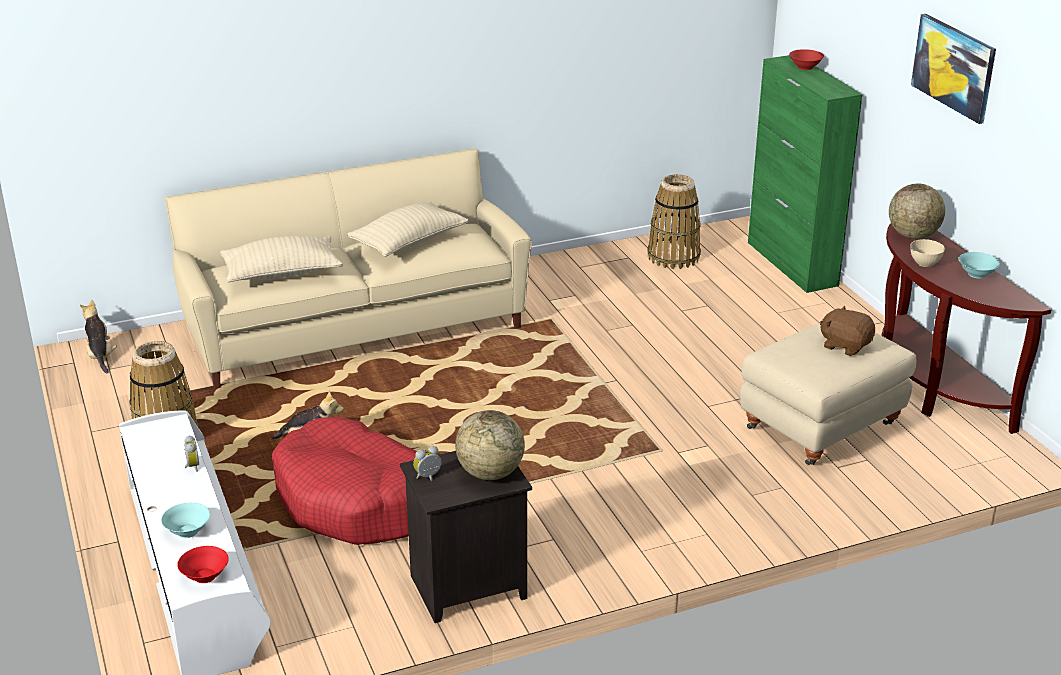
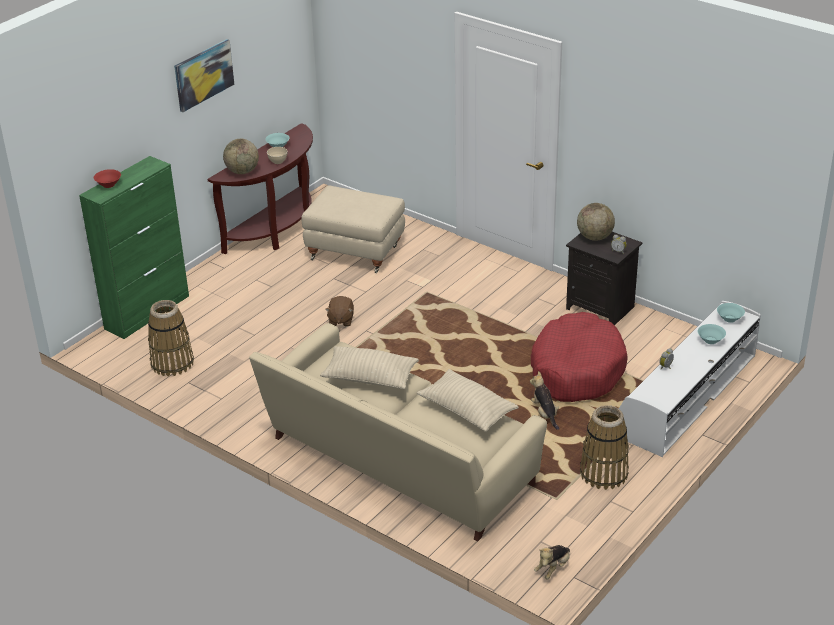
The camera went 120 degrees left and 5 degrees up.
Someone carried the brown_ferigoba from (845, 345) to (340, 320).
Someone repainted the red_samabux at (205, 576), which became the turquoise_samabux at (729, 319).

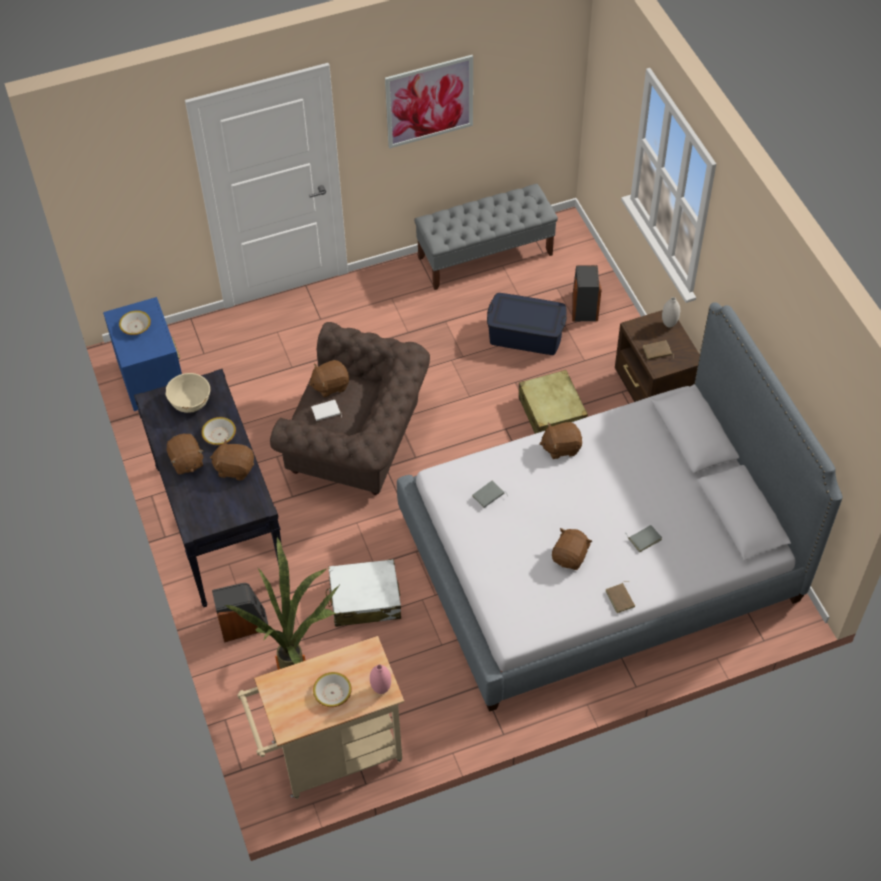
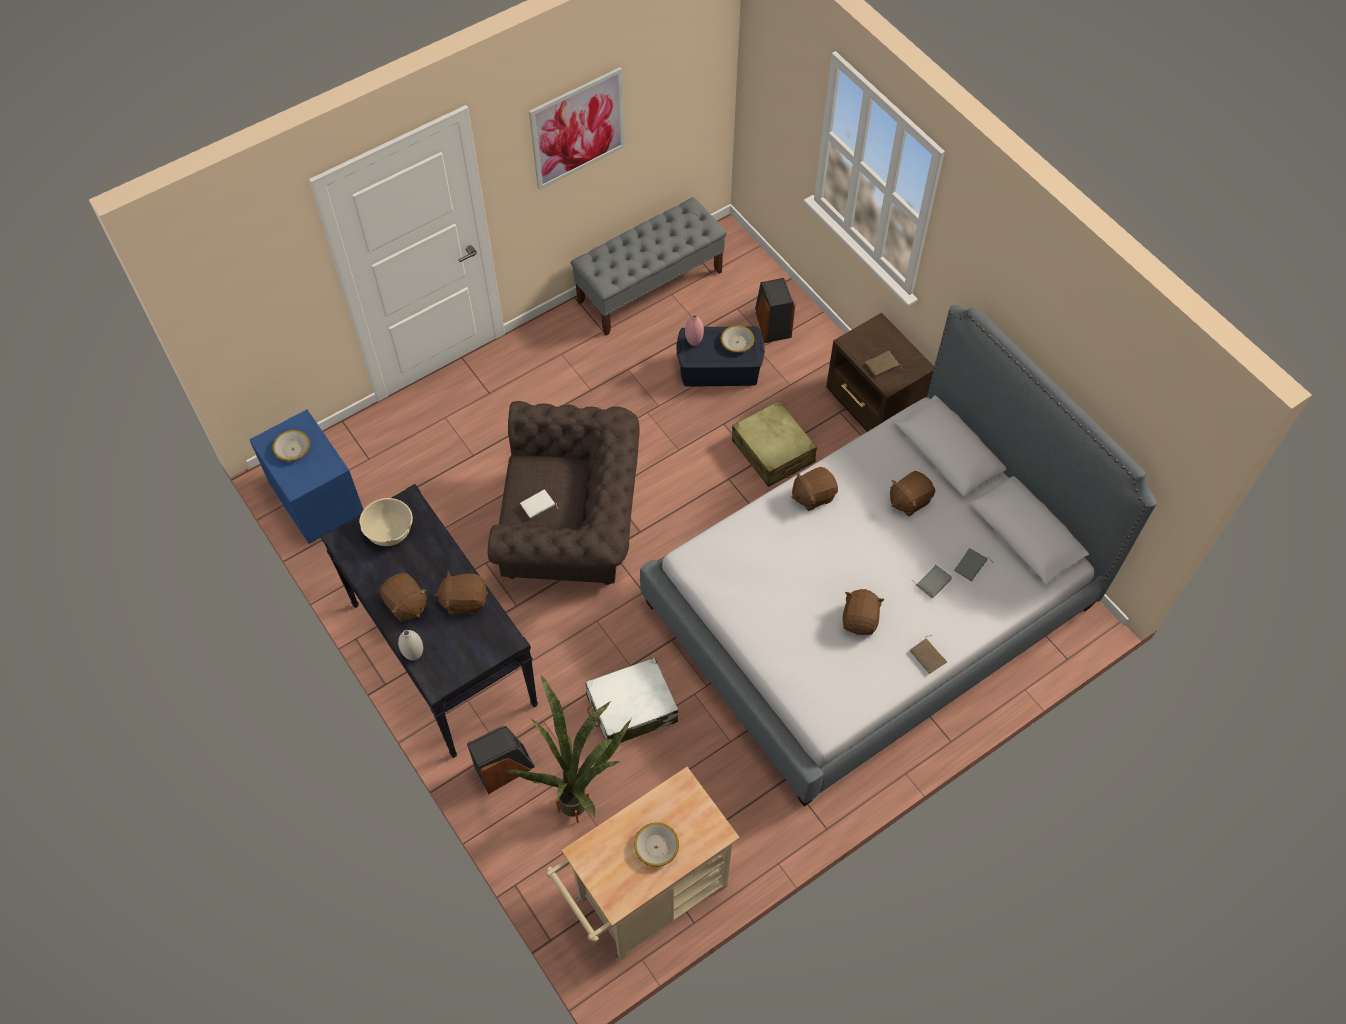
The camera went 15 degrees left and 5 degrees up.
Someone carried the samabux from (219, 434) to (737, 342).
Someone carried the brown_ferigoba from (330, 385) to (909, 500).
Someone carried the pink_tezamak from (381, 689) to (694, 342).
Someone carried the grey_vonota from (488, 496) to (971, 566).
Someone carried the white_tezamak from (669, 324) to (414, 655).

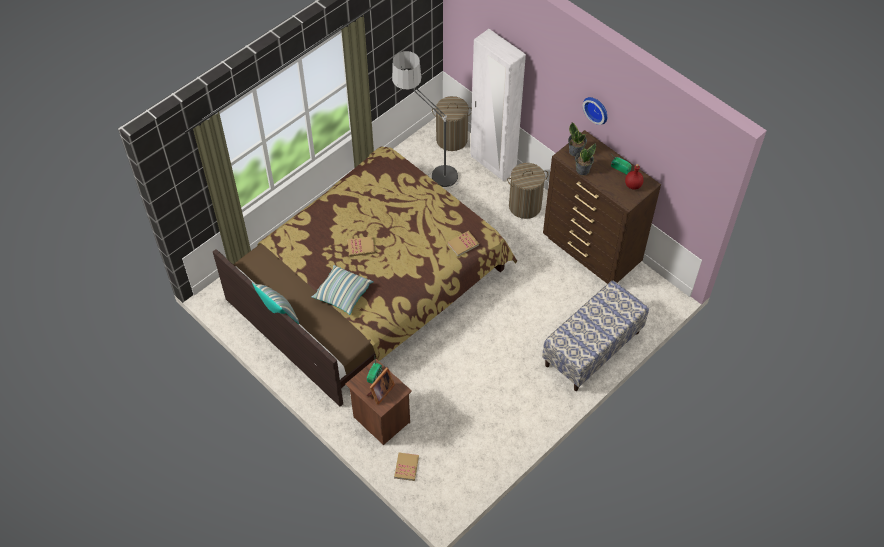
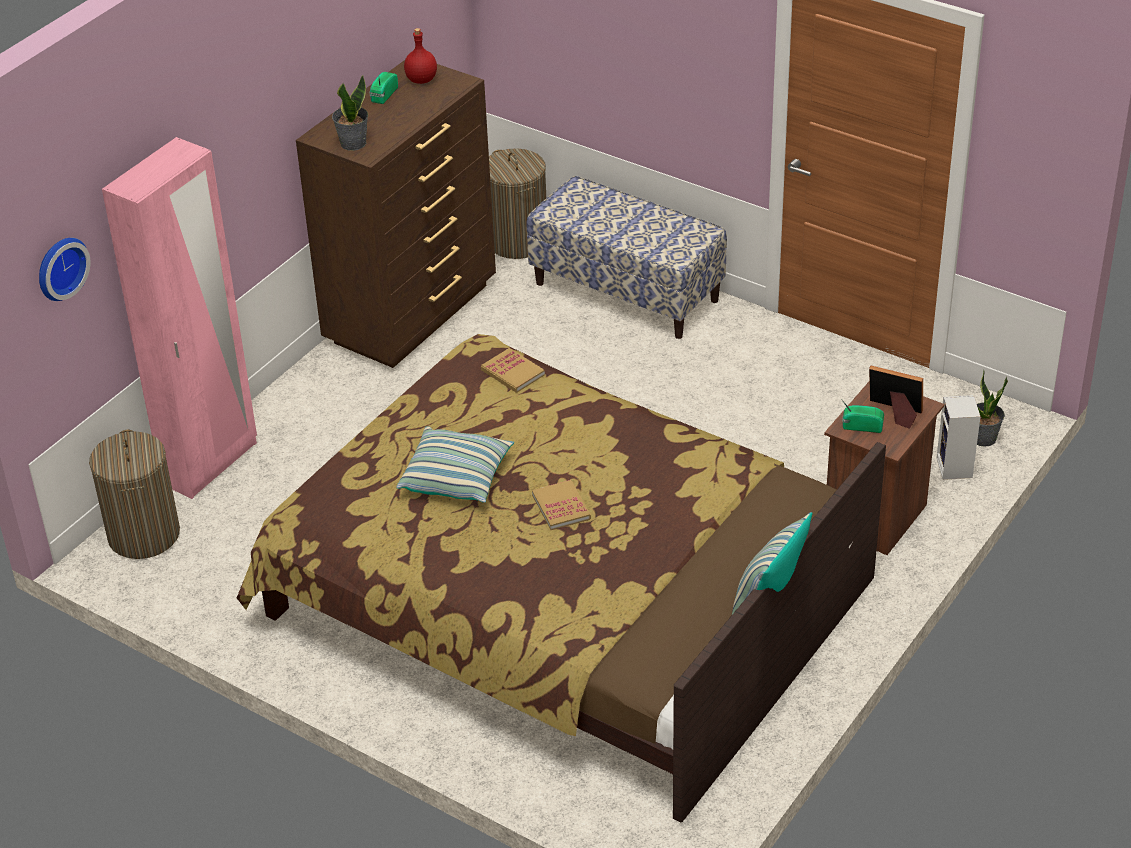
The camera went 100 degrees left and 15 degrees down.
Someone took away the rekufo at (426, 168).
Someone carried the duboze from (343, 294) to (456, 478).
Someone carried the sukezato from (525, 206) to (517, 241).
Someone carried the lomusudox from (582, 170) to (983, 438).
Someone carried the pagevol from (597, 109) to (59, 267).
Someone swapped the vonota at (406, 467) for the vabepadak at (955, 468).
Someone repainted the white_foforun at (492, 164), which became the pink_foforun at (211, 464).

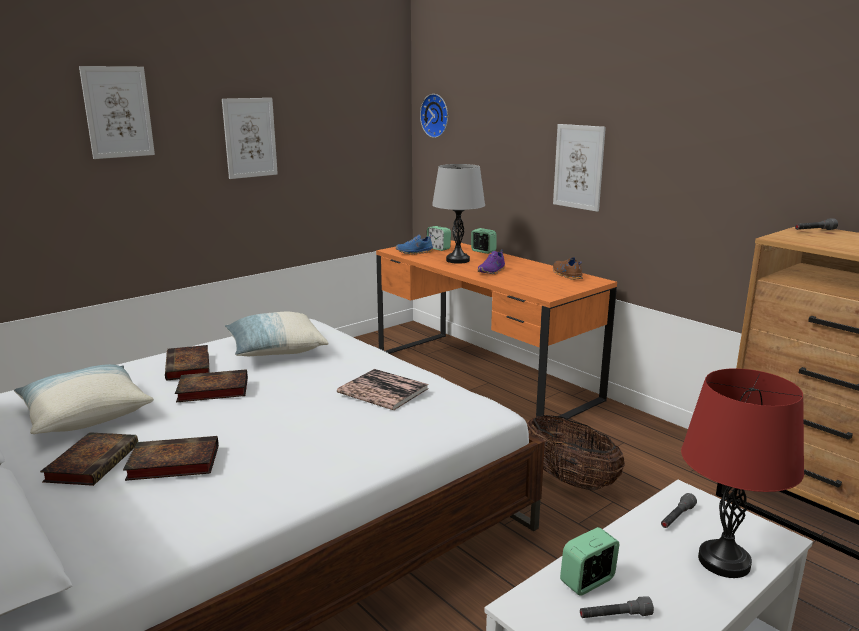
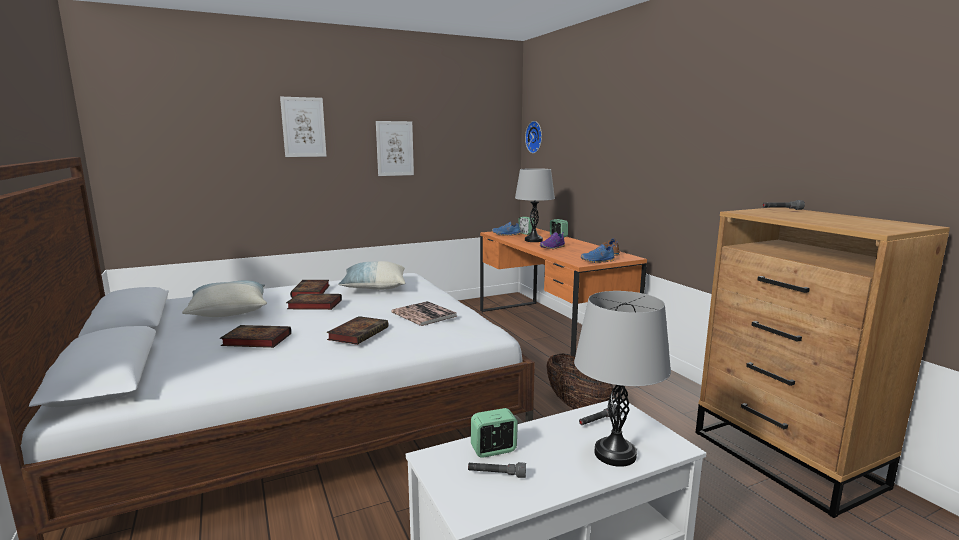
The camera went 15 degrees right and 5 degrees down.
Someone took away the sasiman at (578, 167).
Someone put down the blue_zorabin at (598, 261).
Someone carried the vonota from (93, 462) to (359, 333).
Someone repainted the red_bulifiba at (724, 561), which became the grey_bulifiba at (615, 454).

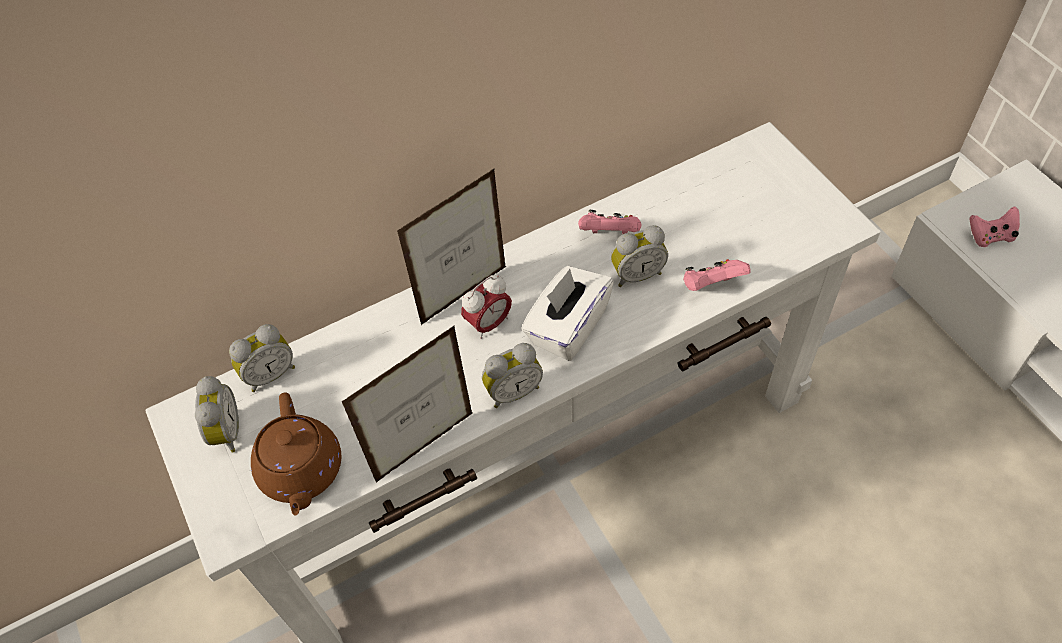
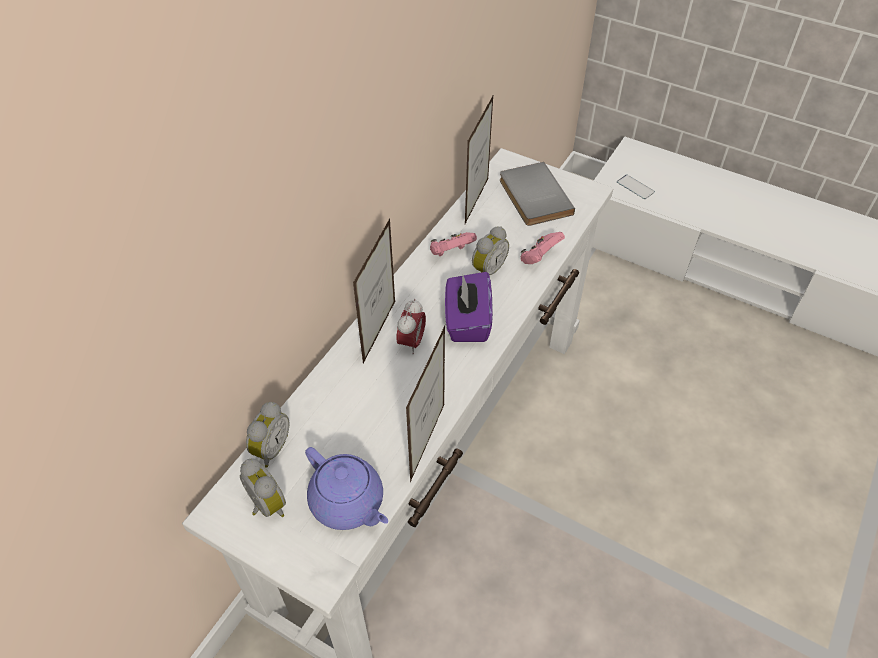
The camera went 35 degrees left and 5 degrees down.
Someone took away the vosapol at (513, 391).
Someone put down the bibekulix at (476, 201).
Someone put down the grey_vonota at (532, 197).
Someone swapped the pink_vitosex at (990, 236) for the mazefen at (635, 187).
Someone repainted the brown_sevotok at (301, 471), which became the purple_sevotok at (348, 503).
Someone repainted the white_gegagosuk at (567, 327), which became the purple_gegagosuk at (467, 321).

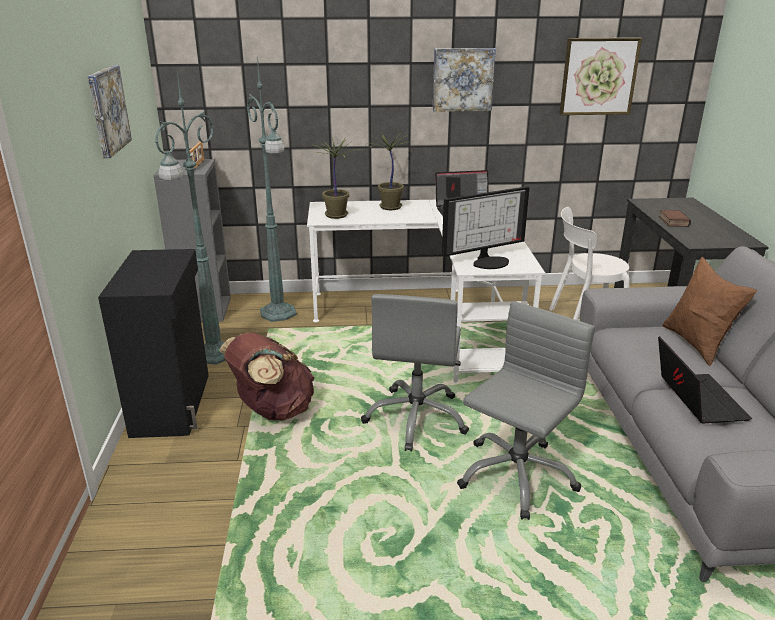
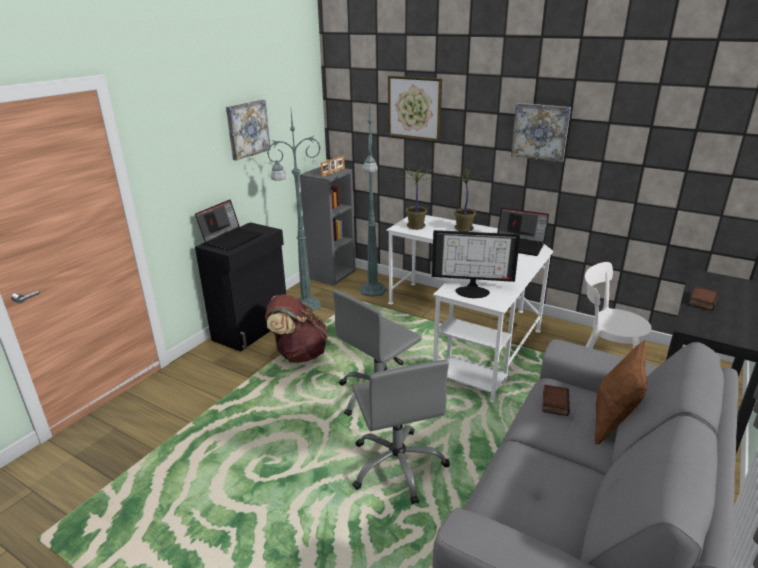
The camera went 35 degrees right and 0 degrees up.
Someone put down the vonota at (554, 402).
Someone carried the sasiman from (598, 76) to (414, 108).
Someone carried the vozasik from (696, 399) to (231, 238).
Someone rotated the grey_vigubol at (515, 475) by 90 degrees clockwise.

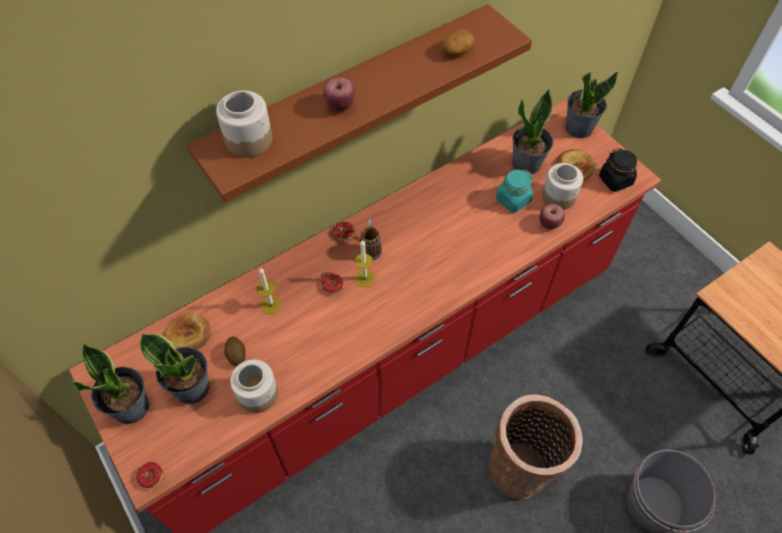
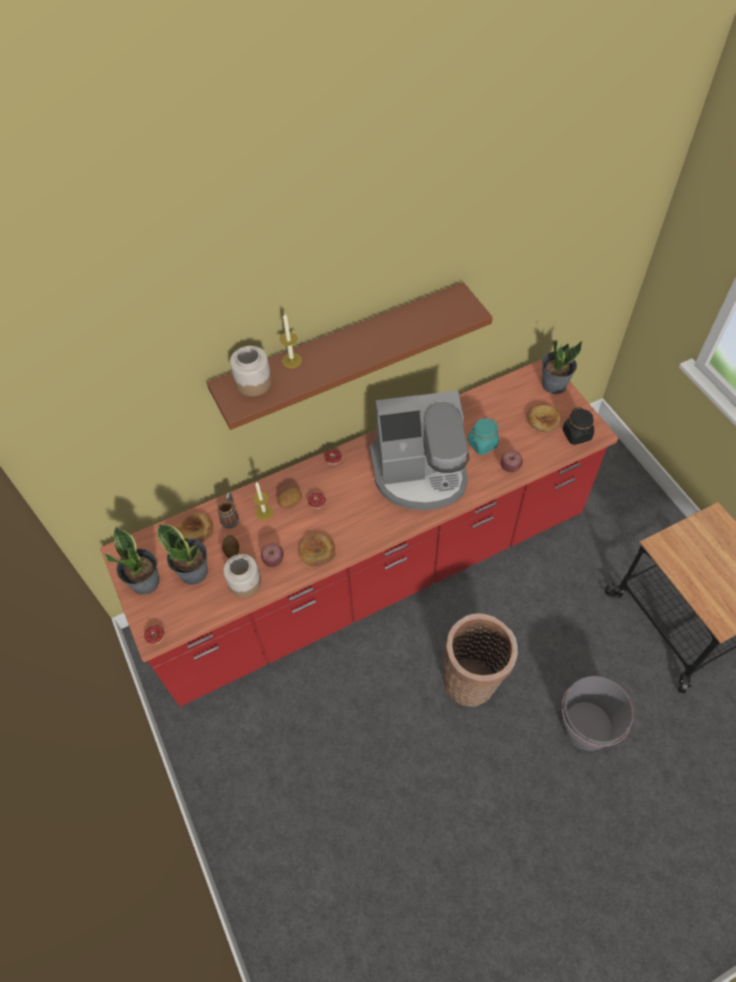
The camera went 10 degrees right and 0 degrees up.
Someone took away the lomusudox at (527, 164).
Someone took away the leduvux at (559, 197).
Someone put down the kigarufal at (317, 551).
Someone put down the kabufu at (420, 473).
Someone carried the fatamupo from (340, 105) to (273, 560).
Someone carried the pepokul from (364, 278) to (291, 360).
Someone carried the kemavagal from (370, 247) to (230, 516).
Someone carried the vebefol from (457, 51) to (290, 501).

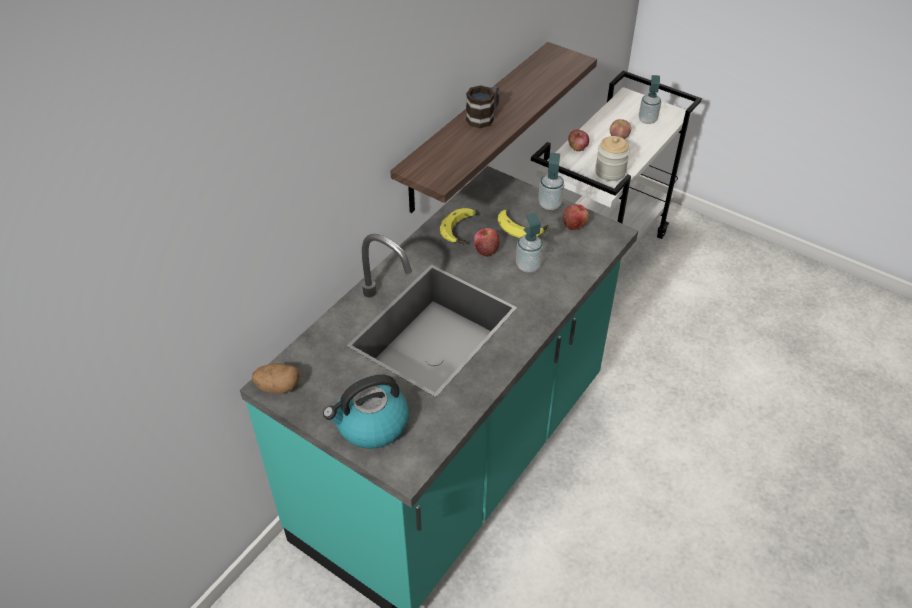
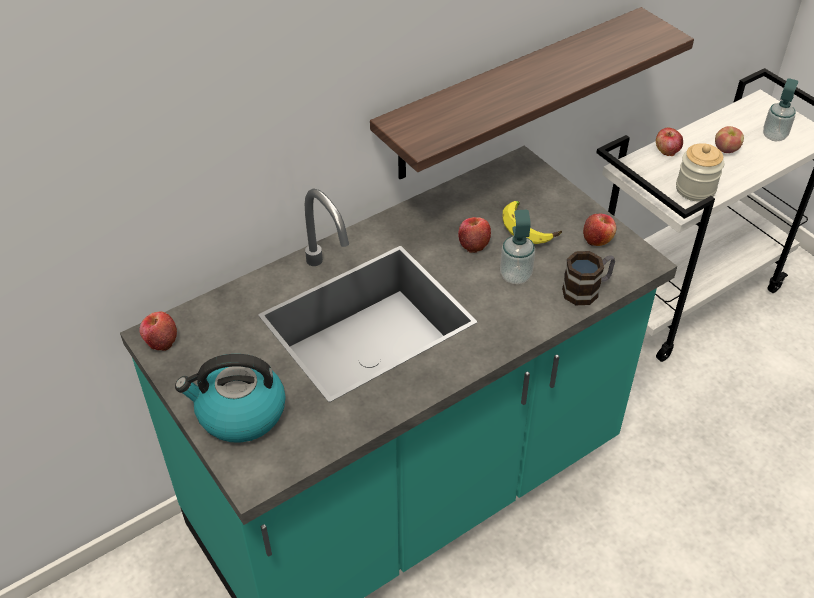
The camera went 20 degrees right and 0 degrees up.
Someone took away the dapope at (462, 230).
Someone took away the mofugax at (549, 204).
Someone carried the kemavagal from (484, 117) to (587, 290).
Someone swapped the vebefol at (278, 387) for the fatamupo at (161, 341).

